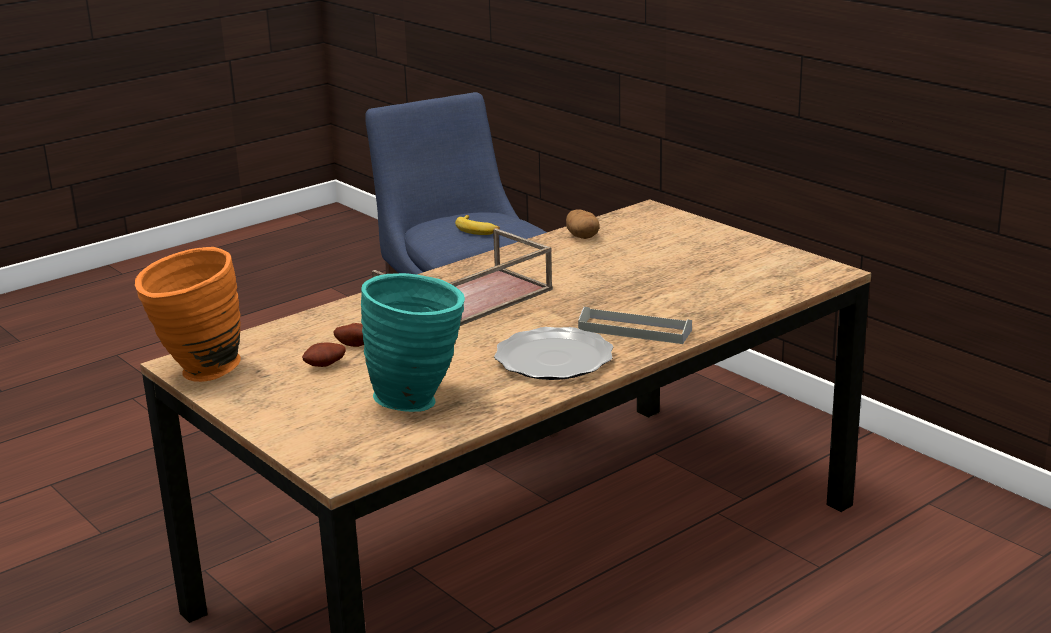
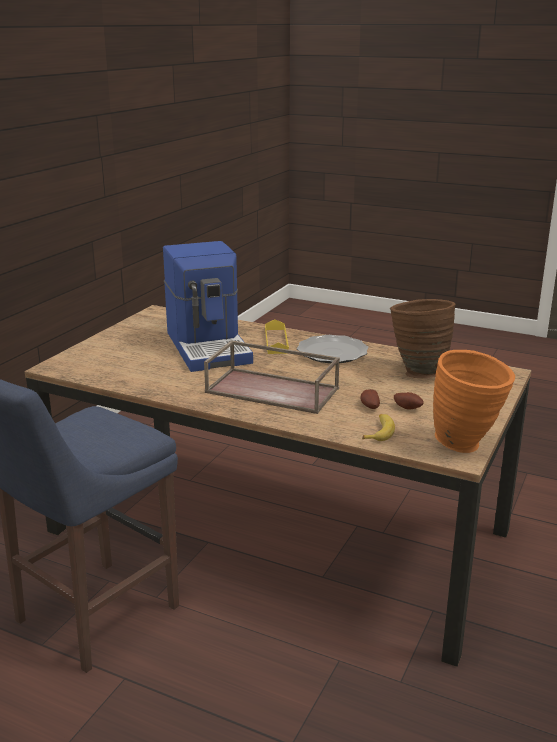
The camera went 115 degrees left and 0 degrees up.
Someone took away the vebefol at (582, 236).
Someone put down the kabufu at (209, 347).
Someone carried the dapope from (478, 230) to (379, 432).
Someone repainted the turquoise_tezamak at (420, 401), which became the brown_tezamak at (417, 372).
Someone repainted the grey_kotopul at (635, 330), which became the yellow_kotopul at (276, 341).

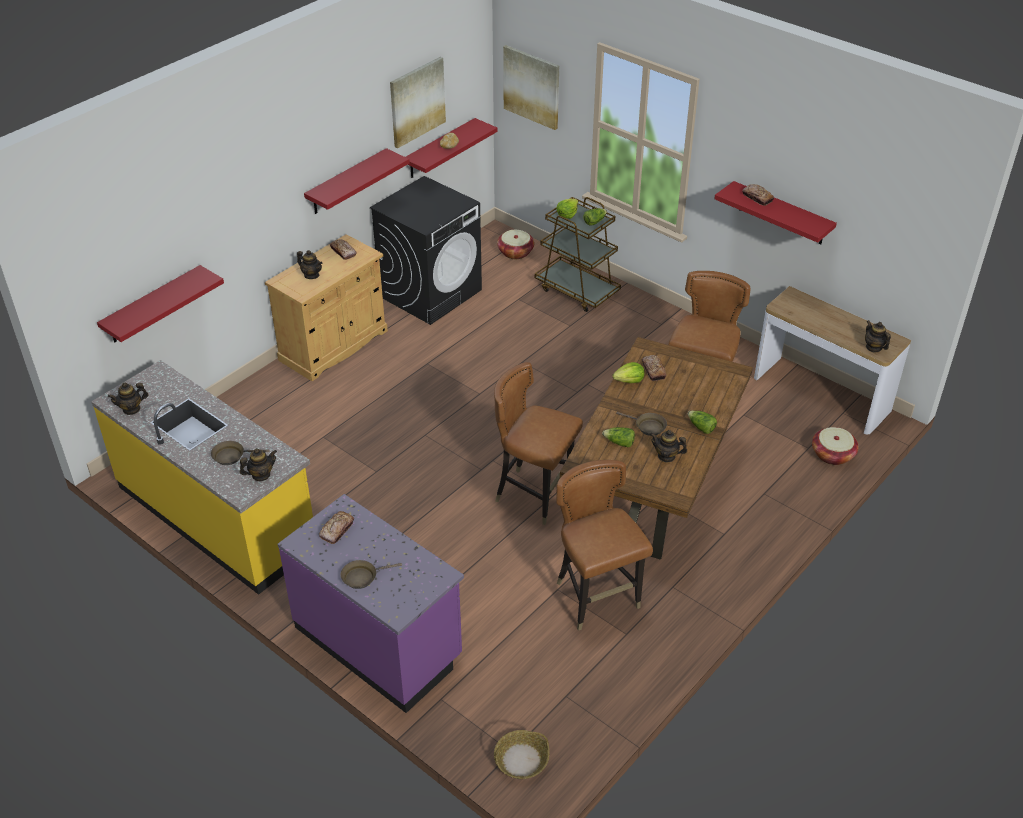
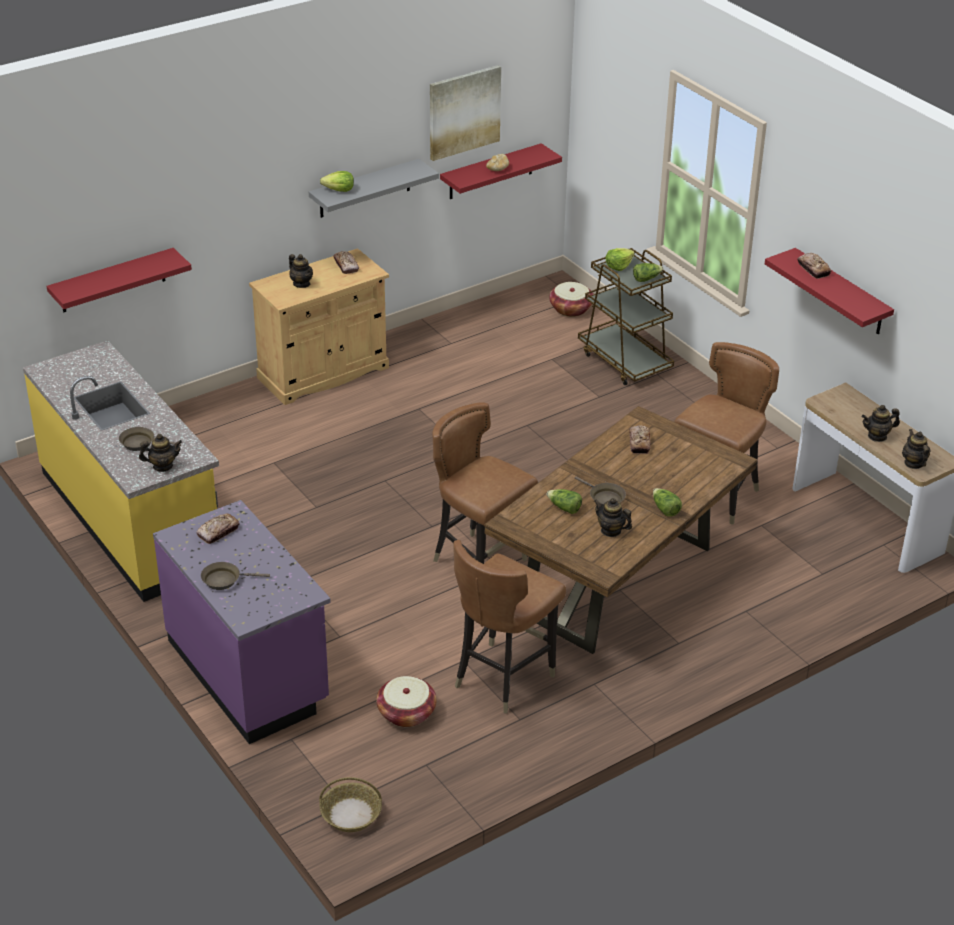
The camera went 15 degrees right and 5 degrees down.
Someone took away the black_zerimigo at (431, 293).
Someone took away the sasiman at (532, 87).
Someone carried the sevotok from (131, 409) to (877, 436).
Someone carried the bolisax from (629, 381) to (339, 190).
Someone carried the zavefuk from (832, 455) to (406, 713).
Someone repainted the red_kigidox at (347, 182), which became the grey_kigidox at (365, 189).
Someone rotated the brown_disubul at (596, 598) by 135 degrees counterclockwise.

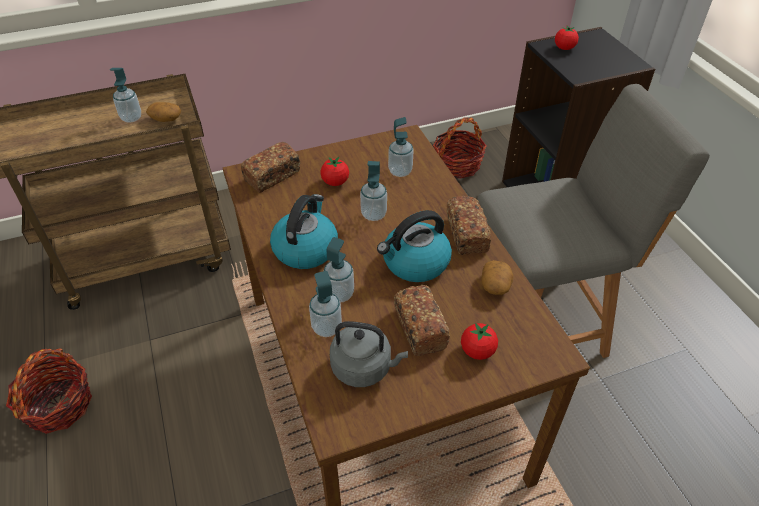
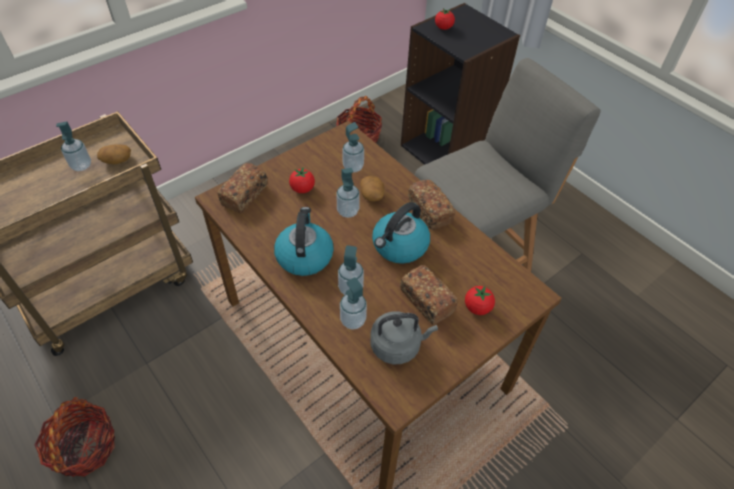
The camera went 20 degrees left and 5 degrees up.
Someone carried the vebefol from (495, 286) to (372, 195).

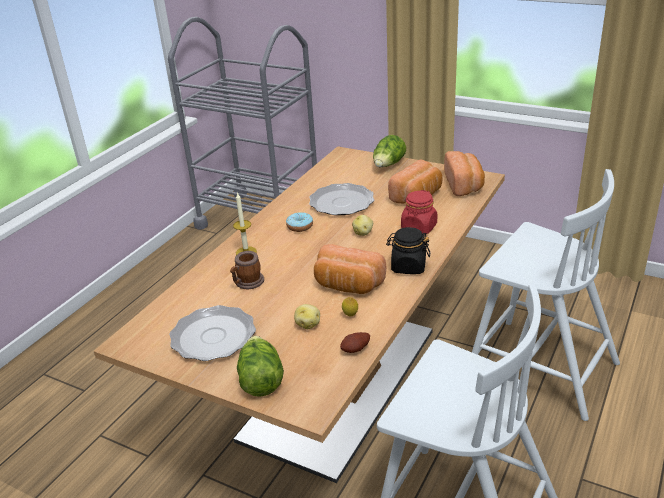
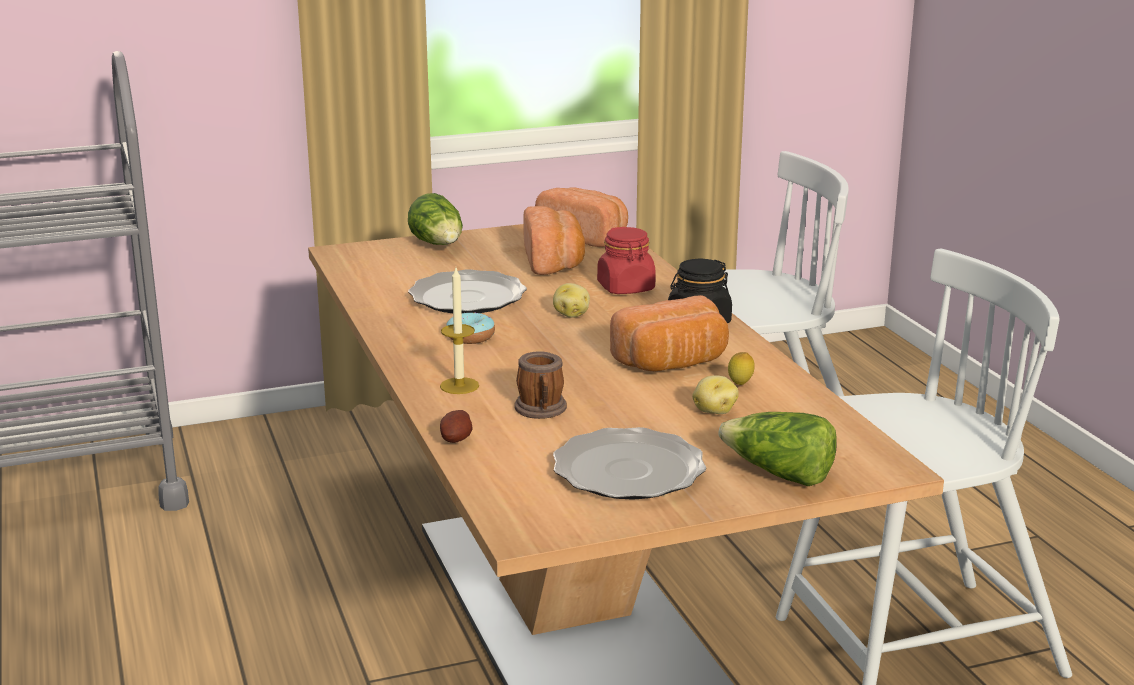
The camera went 50 degrees left and 10 degrees down.
Someone carried the vebefol from (356, 350) to (457, 440).

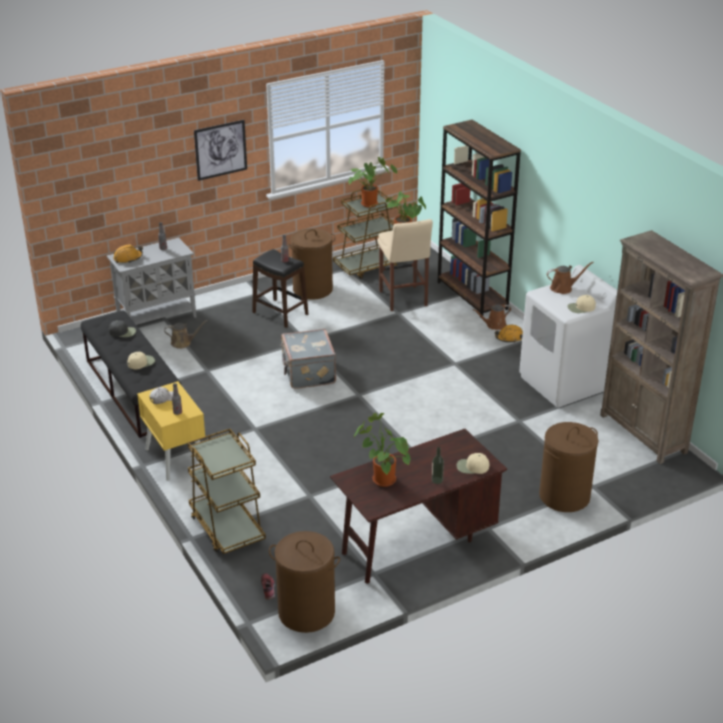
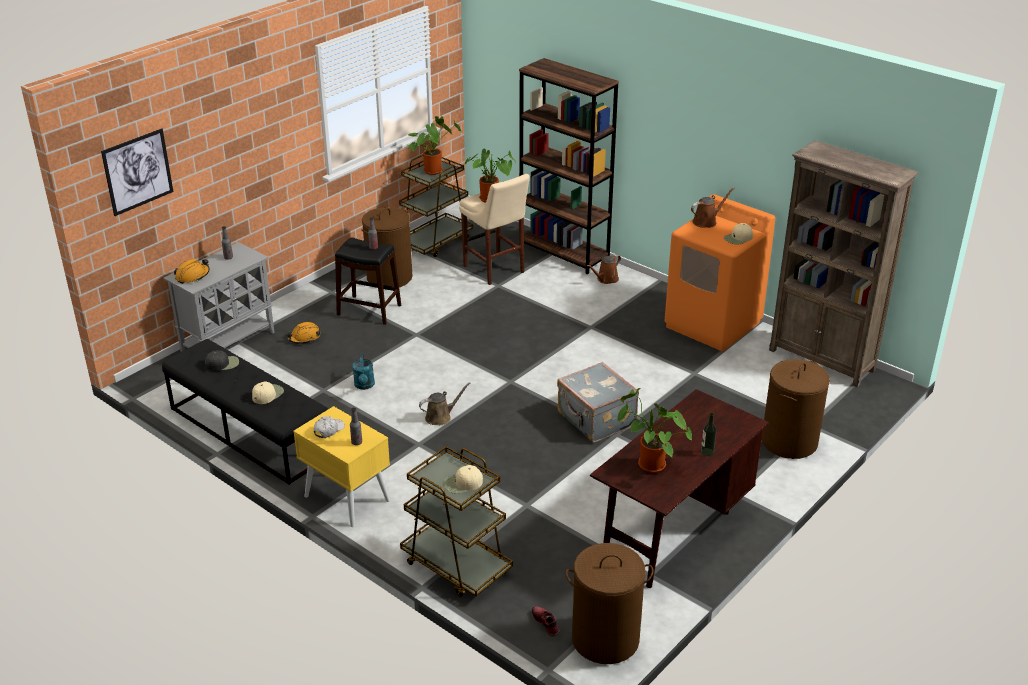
The camera went 20 degrees left and 0 degrees up.
Someone put down the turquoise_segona at (364, 386).
Someone carried the brown_segona from (183, 343) to (440, 417).
Someone carried the sasiman from (220, 150) to (137, 171).
Someone carried the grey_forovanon from (308, 373) to (595, 420).
Someone carried the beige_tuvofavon from (472, 467) to (462, 483).
Someone carried the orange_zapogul from (509, 338) to (304, 338).
Someone repainted the white_zerimigo at (564, 383), which became the orange_zerimigo at (713, 324).

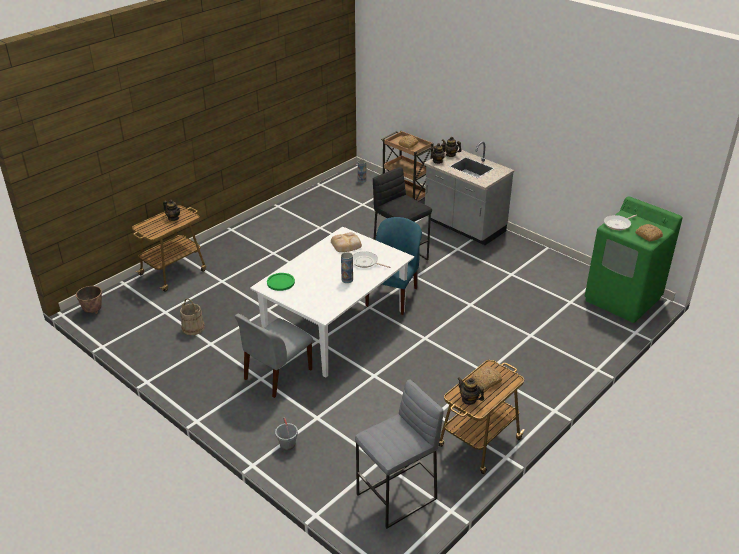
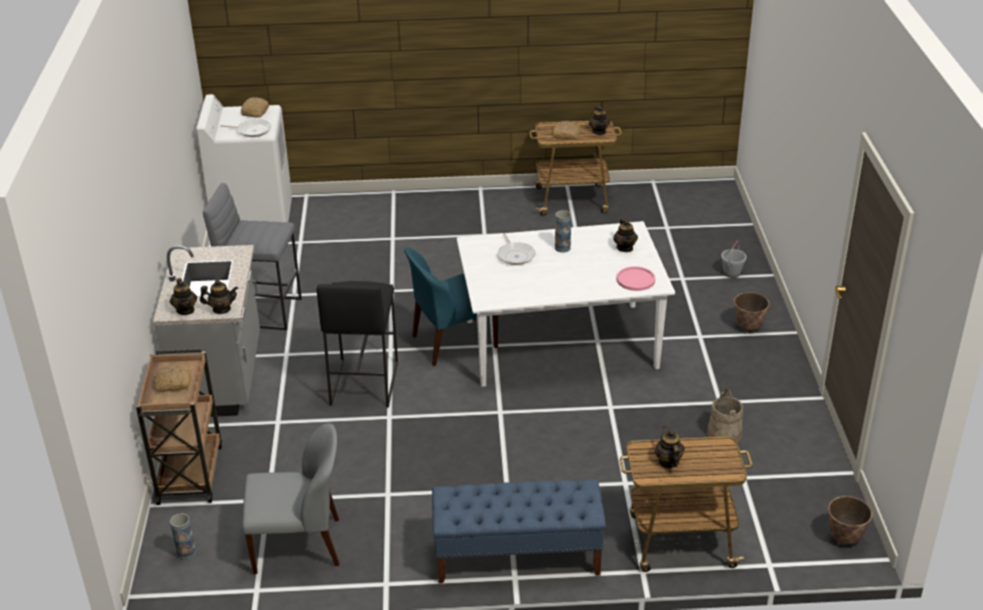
The camera went 135 degrees left and 0 degrees up.
Someone took away the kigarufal at (346, 245).
Someone put down the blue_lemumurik at (517, 557).
Someone put down the sevotok at (625, 248).
Someone put down the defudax at (748, 328).
Someone carried the grey_disubul from (276, 375) to (299, 545).
Someone carried the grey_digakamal from (397, 497) to (262, 311).
Someone repainted the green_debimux at (280, 282), which became the pink_debimux at (635, 279).
Someone repainted the green_zerimigo at (623, 299), which became the white_zerimigo at (253, 219).

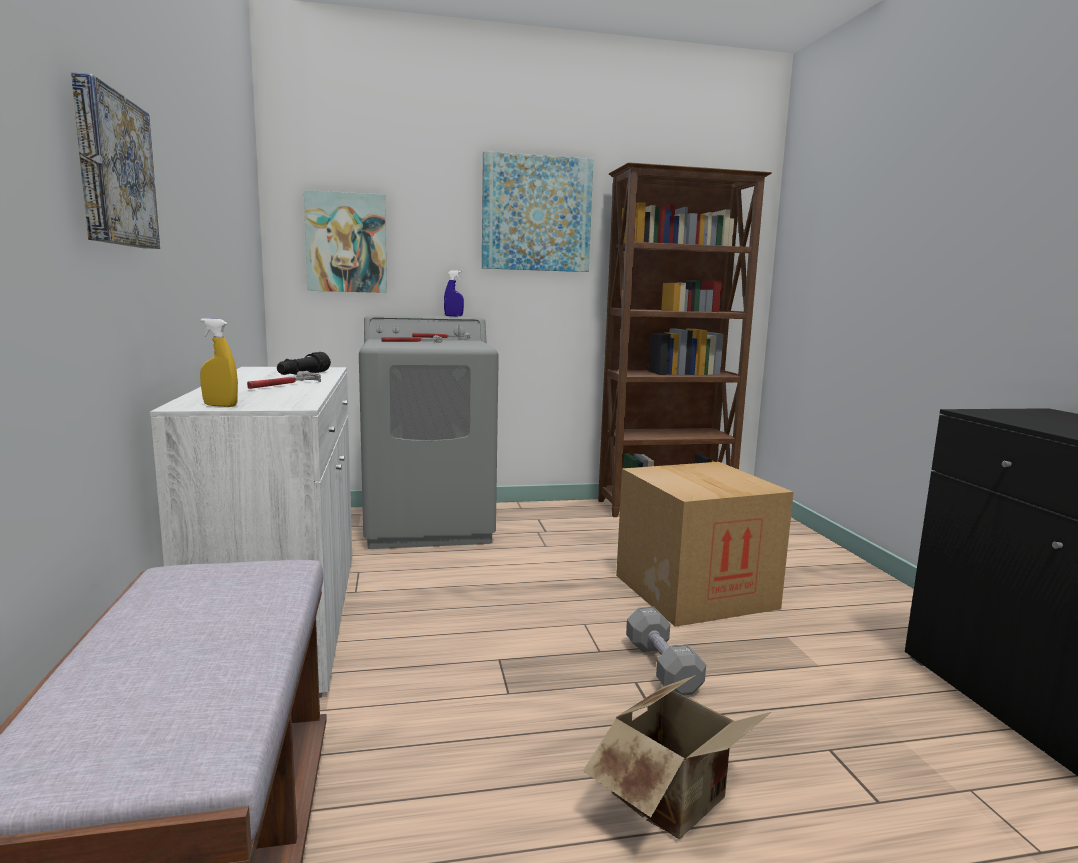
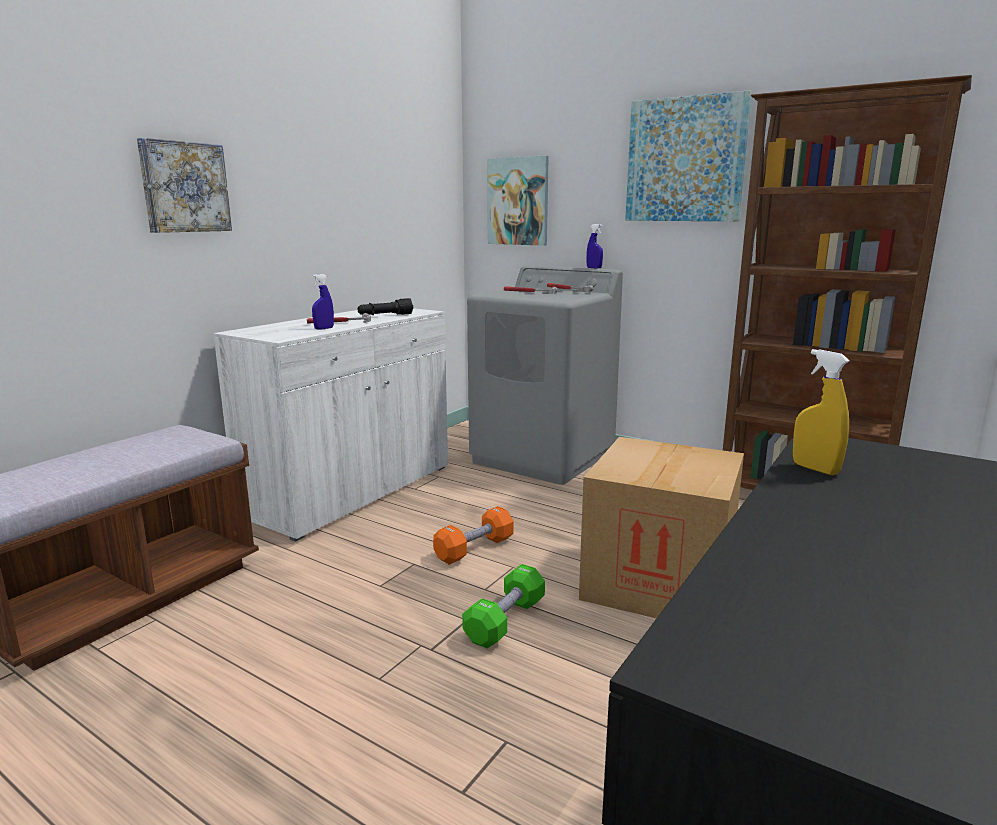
The camera went 45 degrees right and 5 degrees up.
Someone took away the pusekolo at (677, 802).
Someone put down the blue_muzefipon at (324, 328).
Someone put down the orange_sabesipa at (474, 549).
Someone carried the yellow_muzefipon from (220, 405) to (815, 469).
Someone repainted the grey_sabesipa at (662, 667), which became the green_sabesipa at (505, 621).

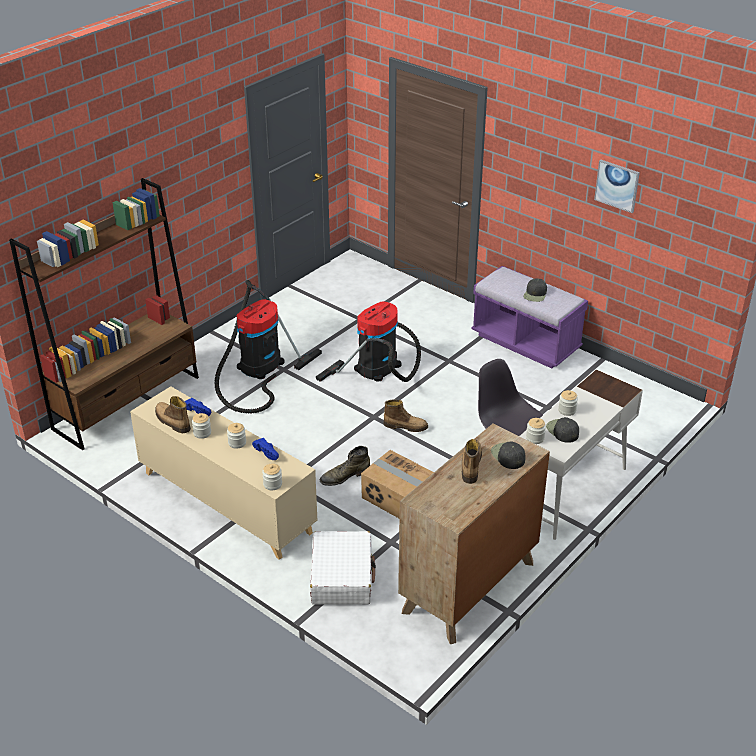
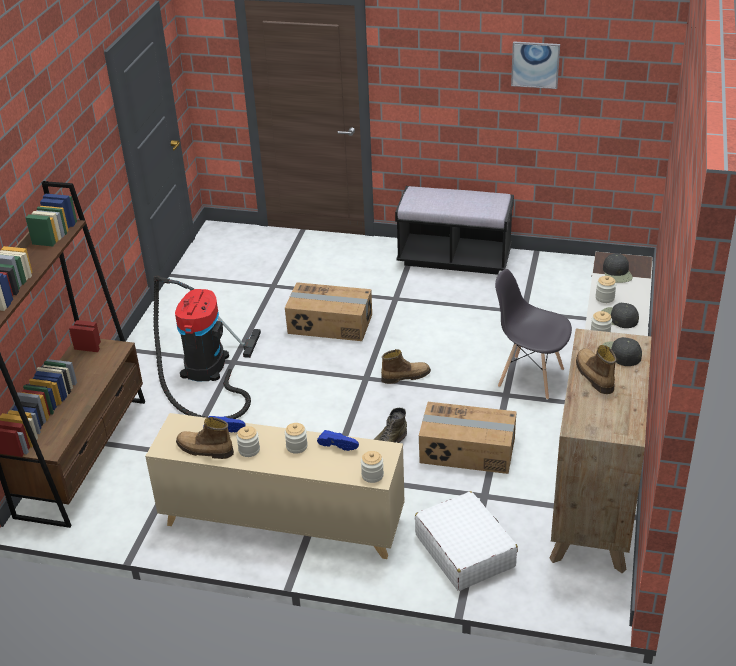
The camera went 25 degrees left and 0 degrees up.
Someone carried the black_tuvofavon from (535, 294) to (617, 273).
Someone swapped the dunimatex at (380, 364) for the pusekolo at (330, 324).
Someone repainted the purple_lemumurik at (525, 342), which became the black_lemumurik at (454, 258).

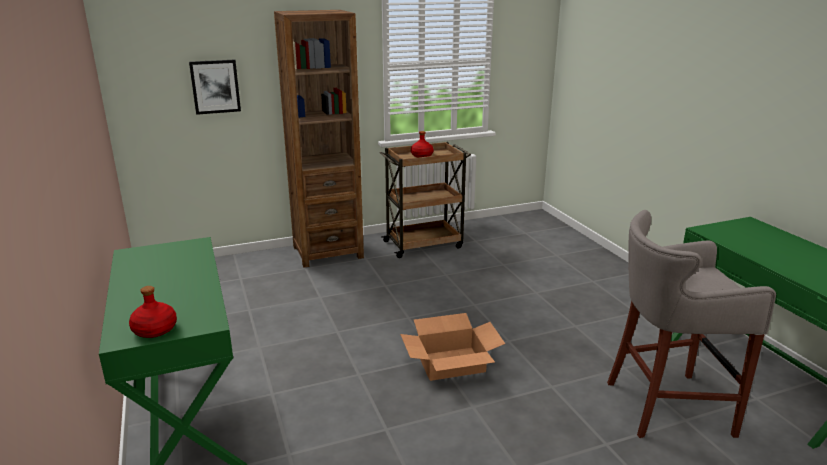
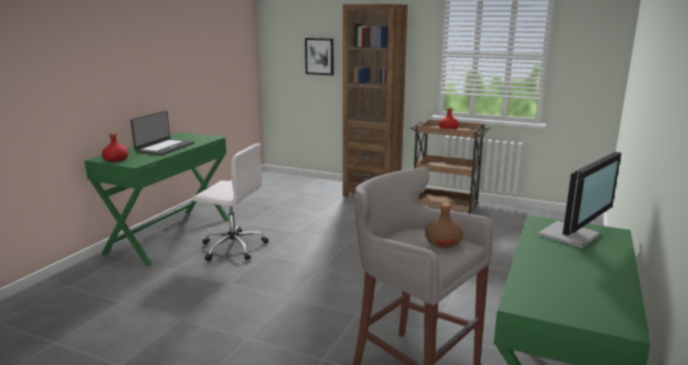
The camera went 45 degrees right and 5 degrees down.
Someone took away the pusekolo at (451, 363).
Someone put down the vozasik at (164, 147).
Someone put down the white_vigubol at (232, 247).
Someone put down the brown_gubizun at (443, 242).
Someone put down the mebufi at (571, 235).

